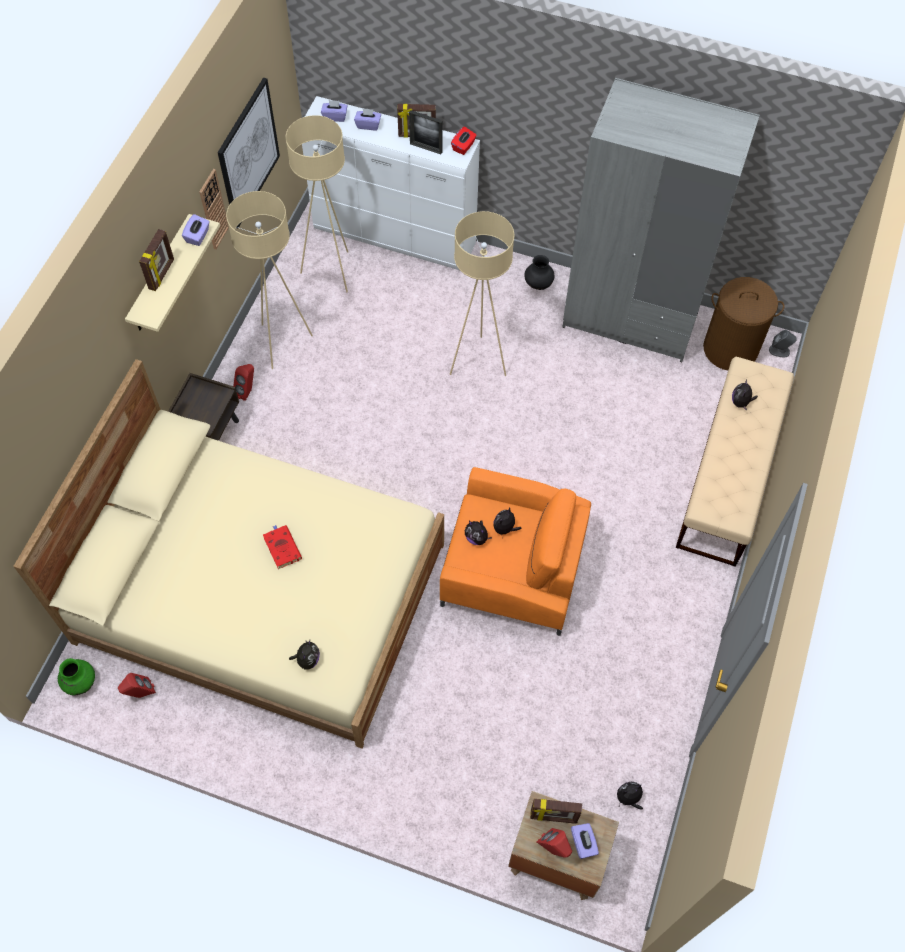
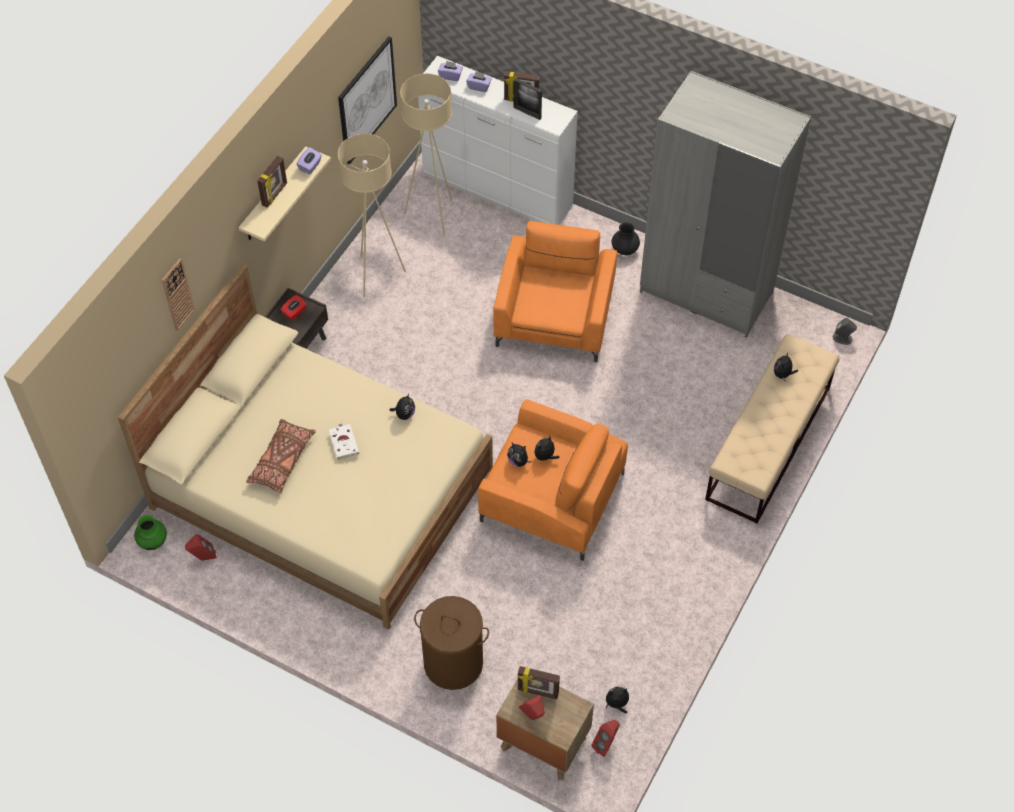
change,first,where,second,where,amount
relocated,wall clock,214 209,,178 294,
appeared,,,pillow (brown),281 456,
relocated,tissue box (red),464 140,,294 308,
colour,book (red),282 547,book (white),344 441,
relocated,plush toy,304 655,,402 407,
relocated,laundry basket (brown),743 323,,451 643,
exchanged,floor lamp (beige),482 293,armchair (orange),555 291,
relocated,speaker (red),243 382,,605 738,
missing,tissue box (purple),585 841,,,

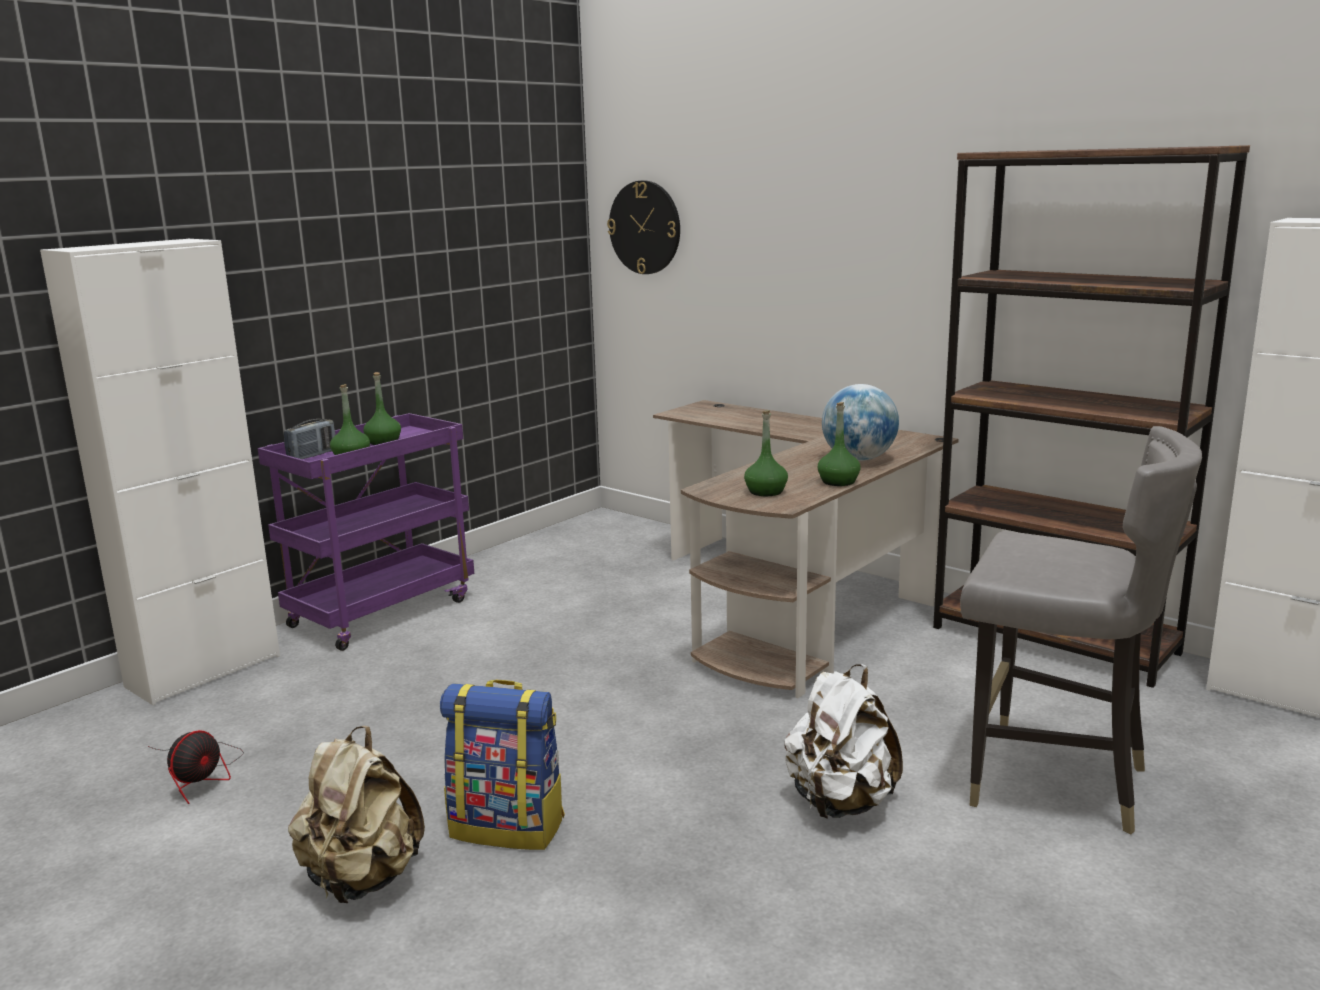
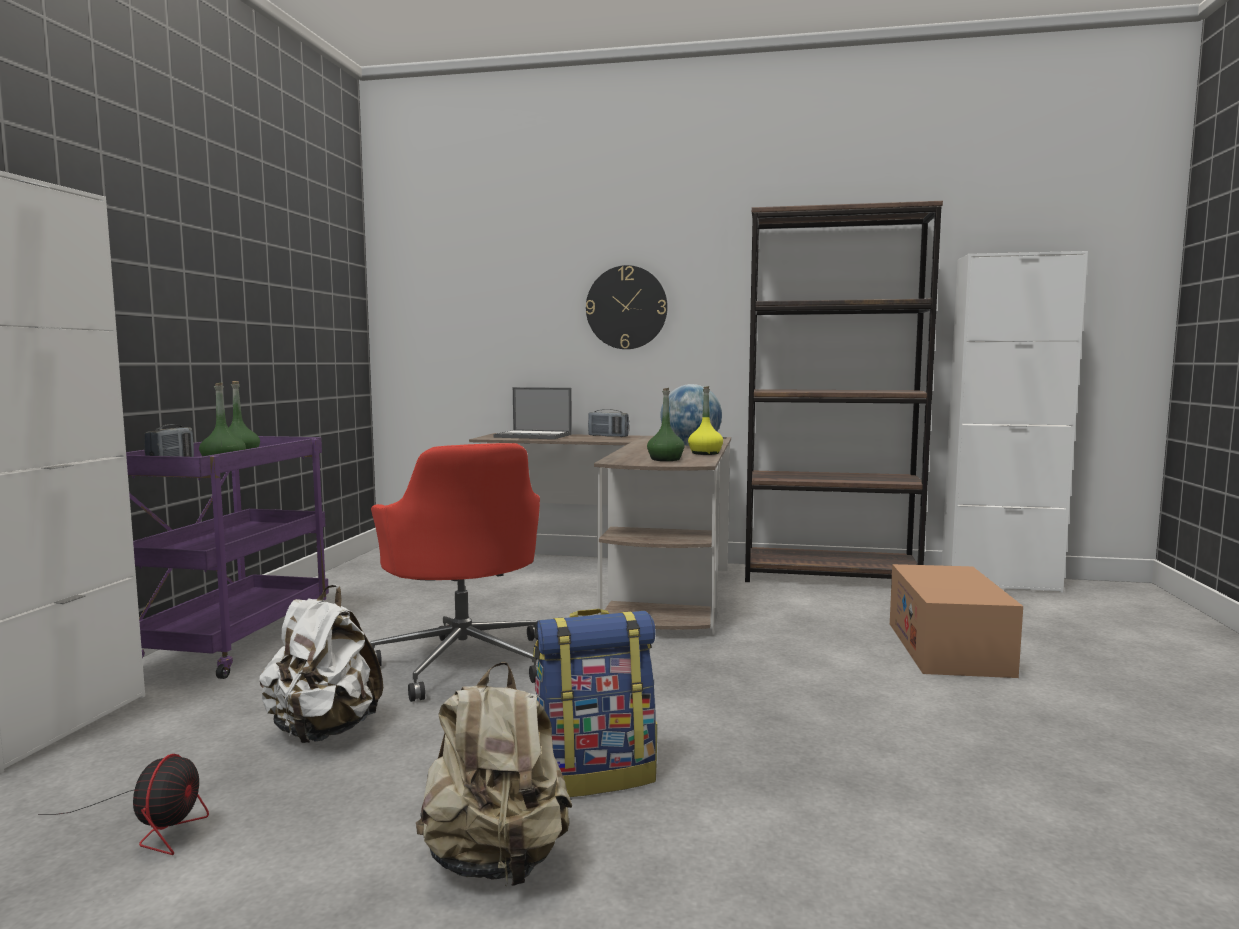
change,first,where,second,where,amount
relocated,backpack (white),843 741,,321 664,
appeared,,,office chair (red),455 572,
appeared,,,laptop,532 413,
relocated,wall clock,643 227,,627 307,
appeared,,,radio,608 423,
colour,bottle (green),838 444,bottle (yellow),705 420,
exchanged,chair (grey),1081 630,cardboard box,956 621,

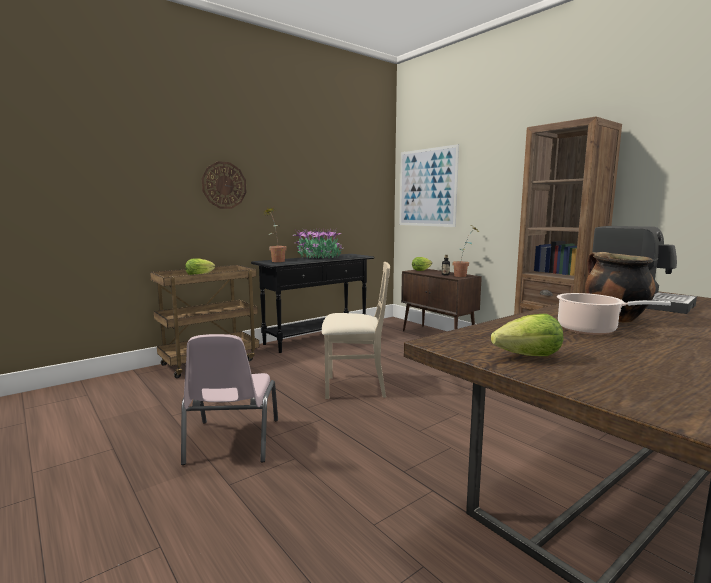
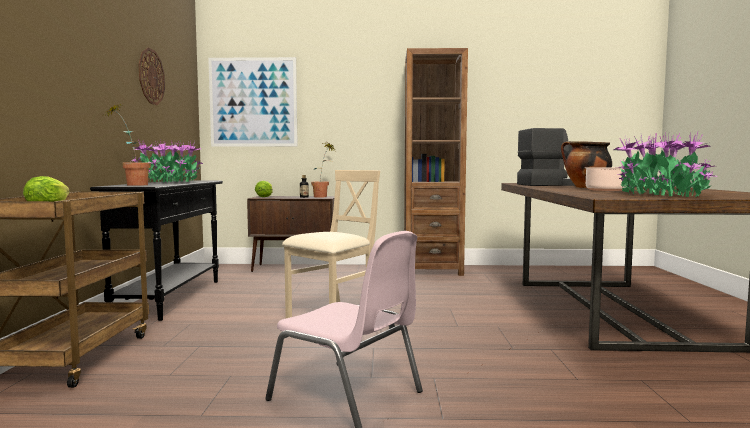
change,first,where,second,where,amount
relocated,wall clock,224 185,,152 76,
exchanged,lettuce,527 335,potted plant,665 164,

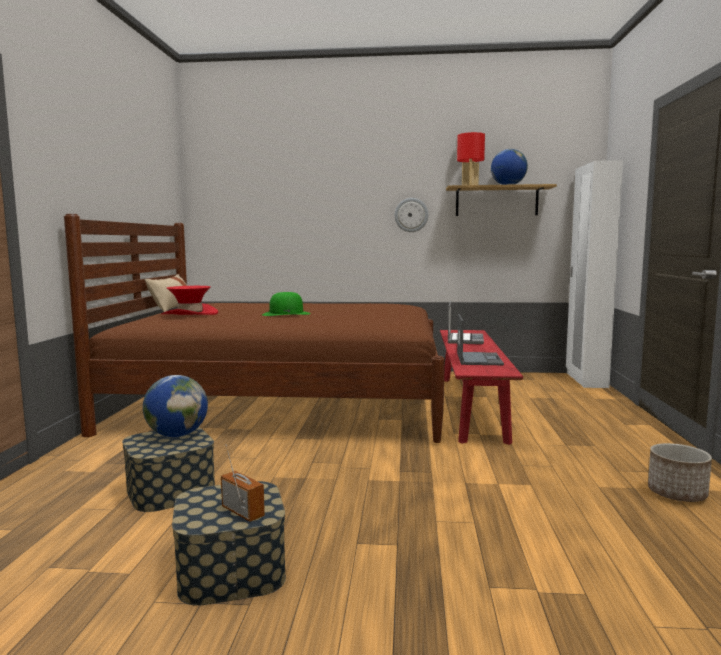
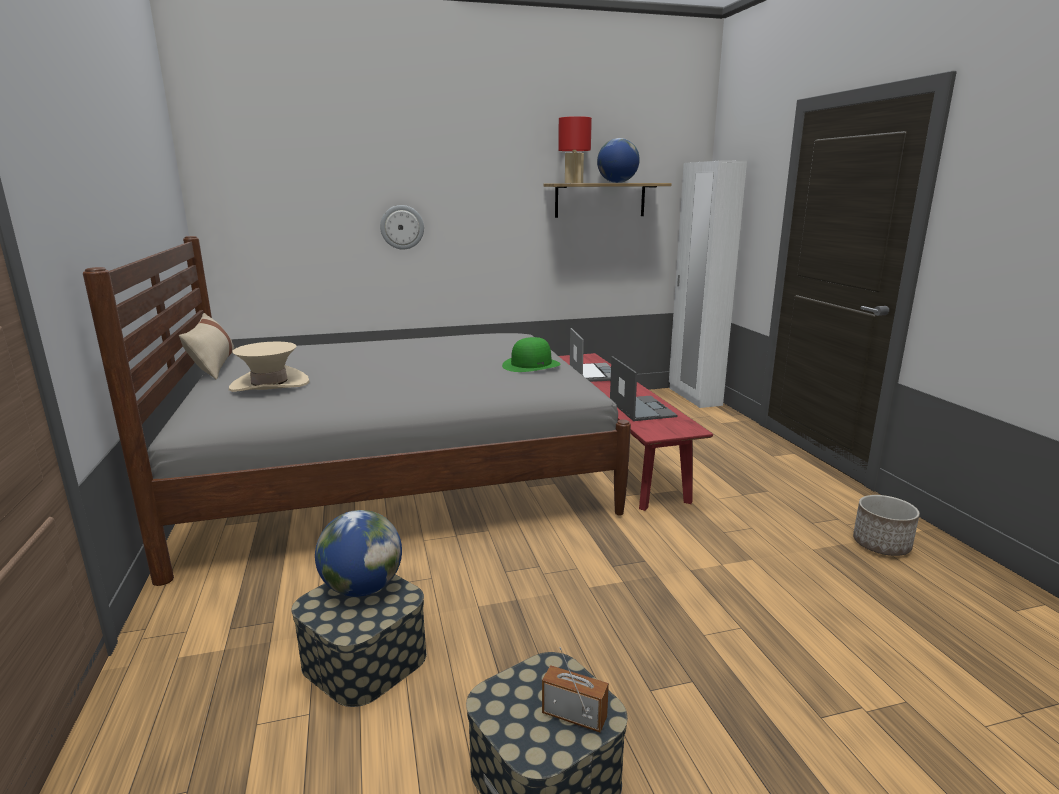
change,first,where,second,where,amount
colour,bed (brown),254 328,bed (grey),357 411,
colour,hat (red),190 300,hat (beige),269 367,
relocated,wall clock,411 215,,402 227,
relocated,hat (green),286 304,,531 354,

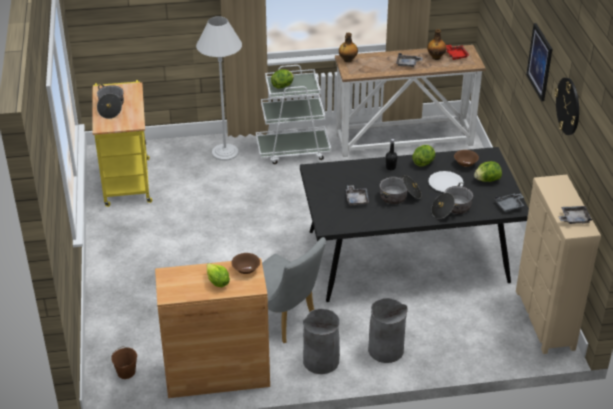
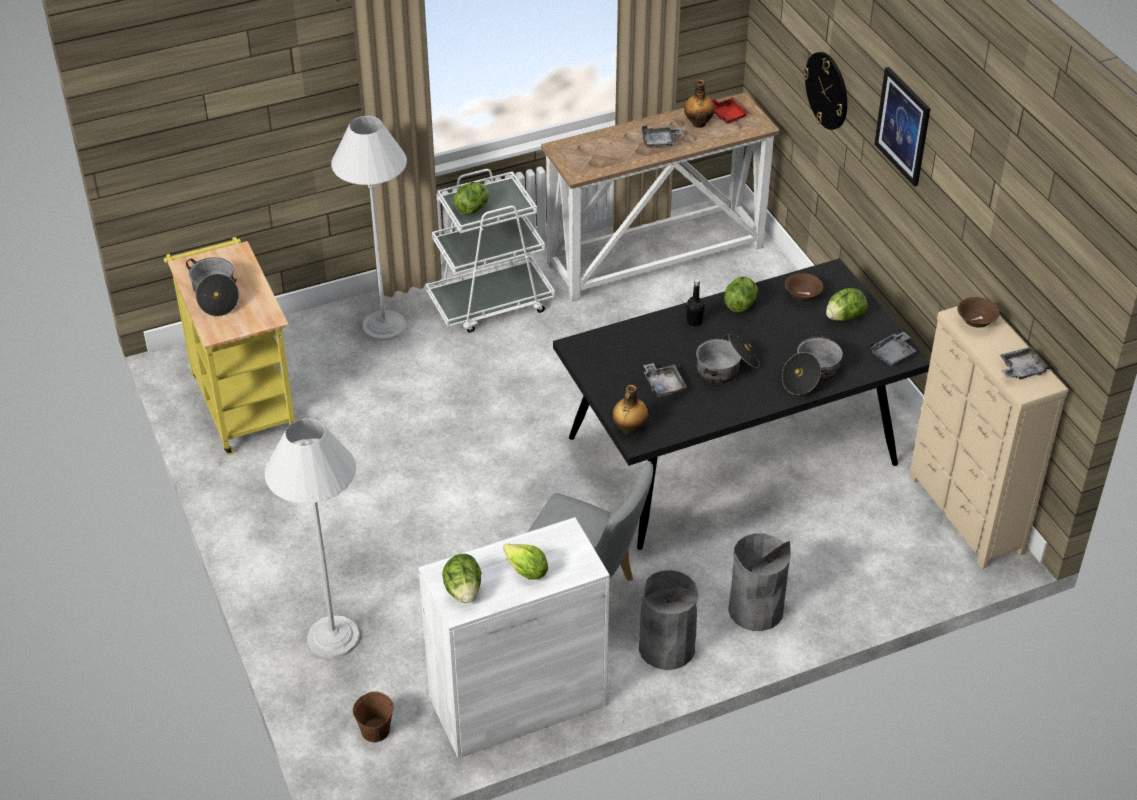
change,first,where,second,where,amount
appeared,,,floor lamp (white),312 538,
colour,cabinet (brown),212 328,cabinet (white),514 638,
appeared,,,lettuce,461 578,
relocated,bottle,348 47,,630 409,
relocated,wall clock,567 106,,825 91,
relocated,bowl (brown),245 263,,978 312,
missing,plate (white),445 181,,,

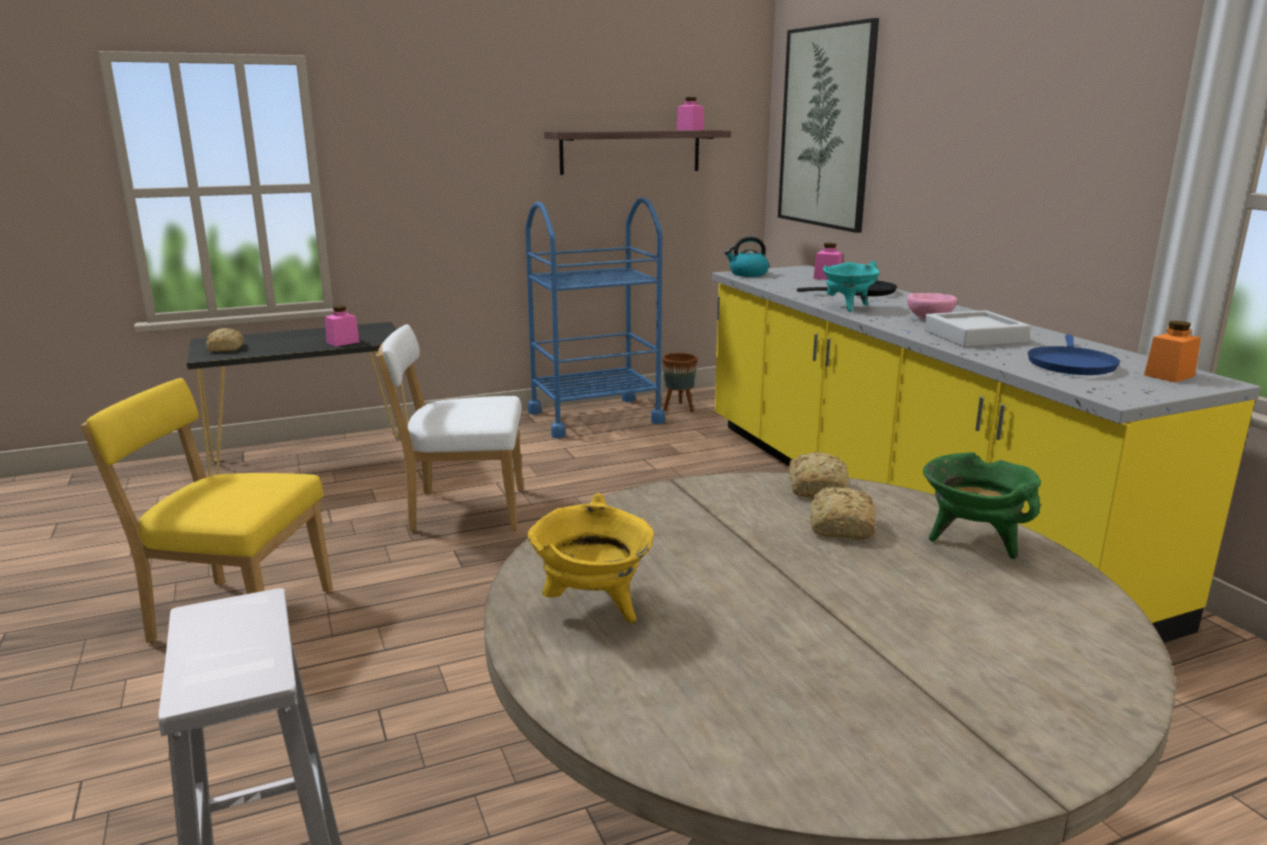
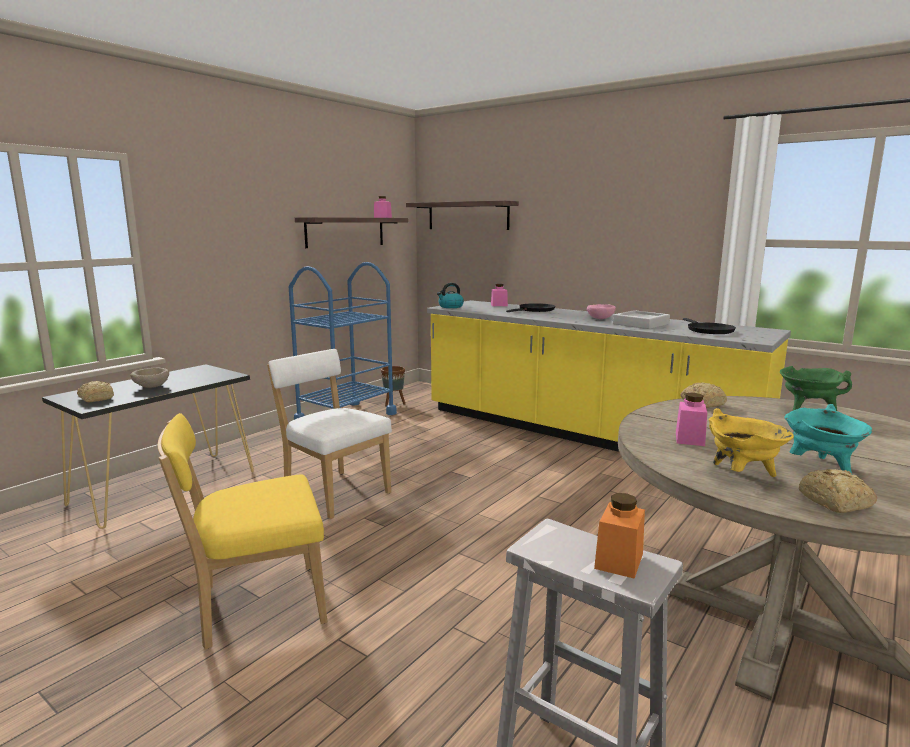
change,first,where,second,where,amount
appeared,,,bowl (beige),150 378,
spun,chair (white),449 428,,329 434,75 degrees clockwise
exchanged,picture,828 125,shelf,462 215,
relocated,jar (orange),1172 352,,619 536,
relocated,jar (pink),342 326,,691 419,
colour,frying pan (blue),1074 355,frying pan (black),709 326,
relocated,cooking pot (turquoise),851 286,,828 438,
relocated,bread,843 513,,838 491,

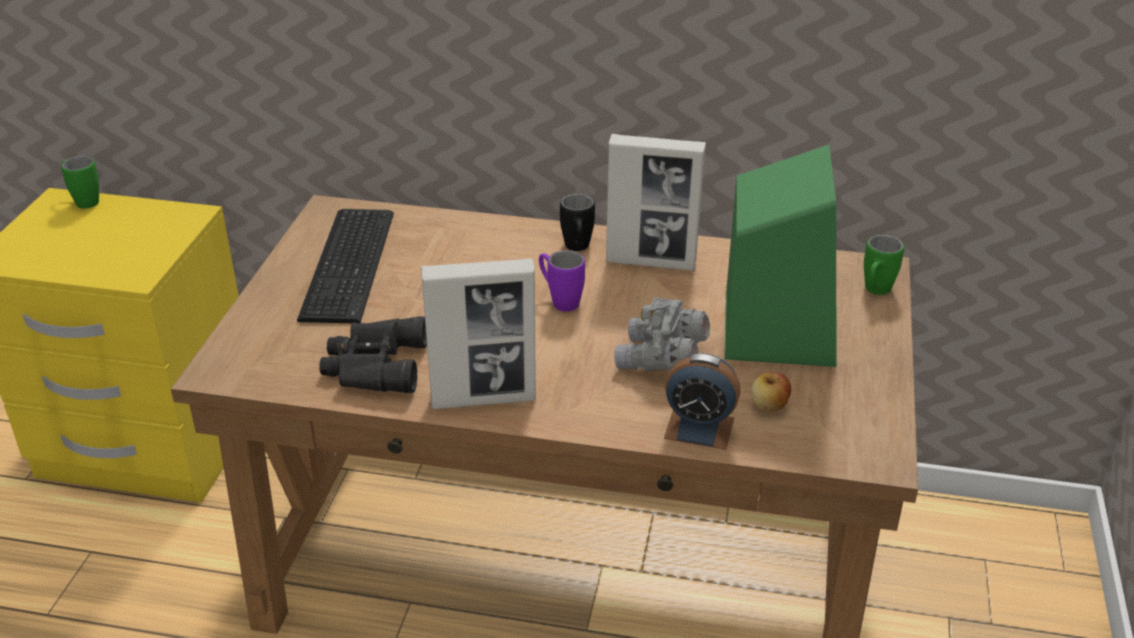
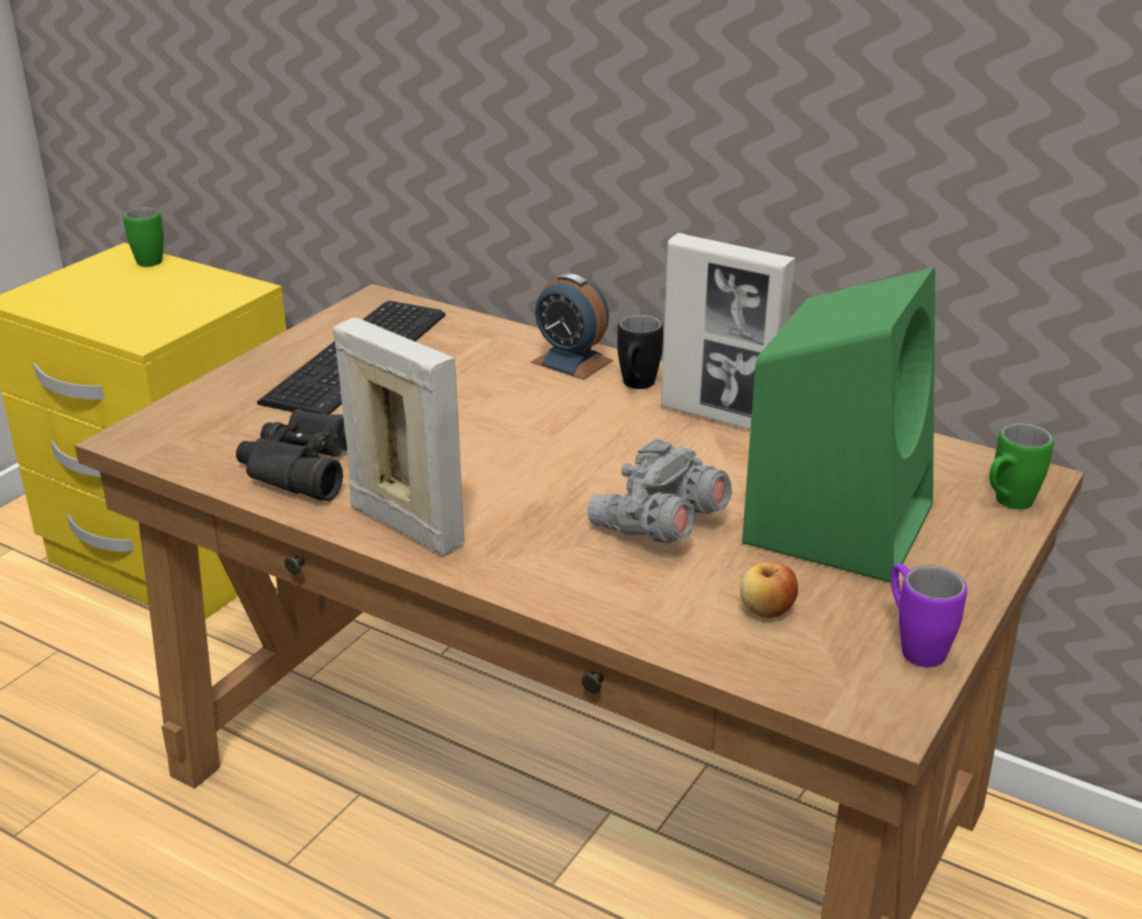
change,first,where,second,where,amount
spun,picture frame,478 333,,398 437,150 degrees counterclockwise
relocated,alarm clock,702 401,,572 326,
relocated,mug (purple),562 281,,929 615,

